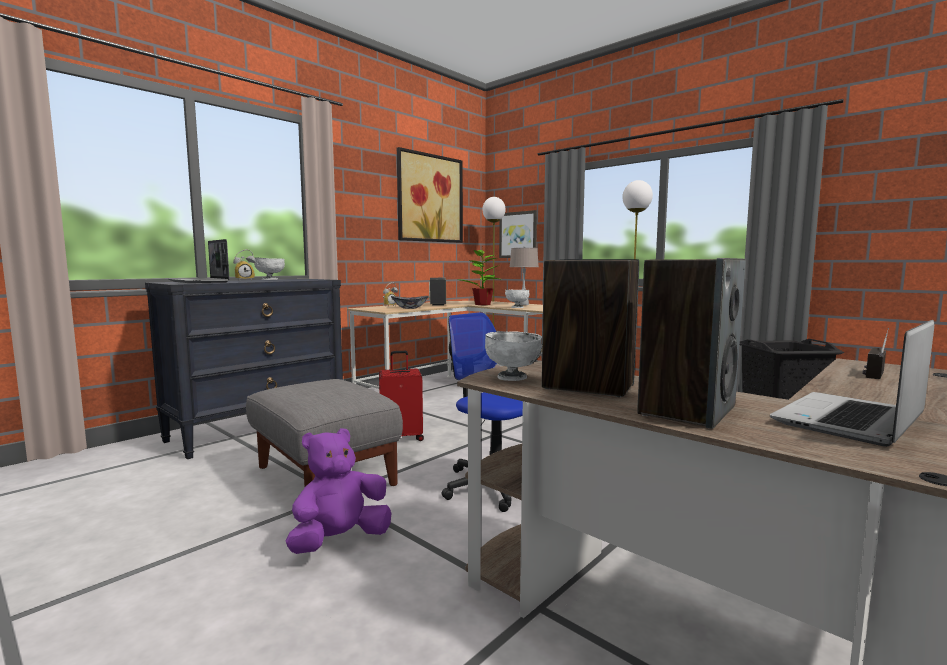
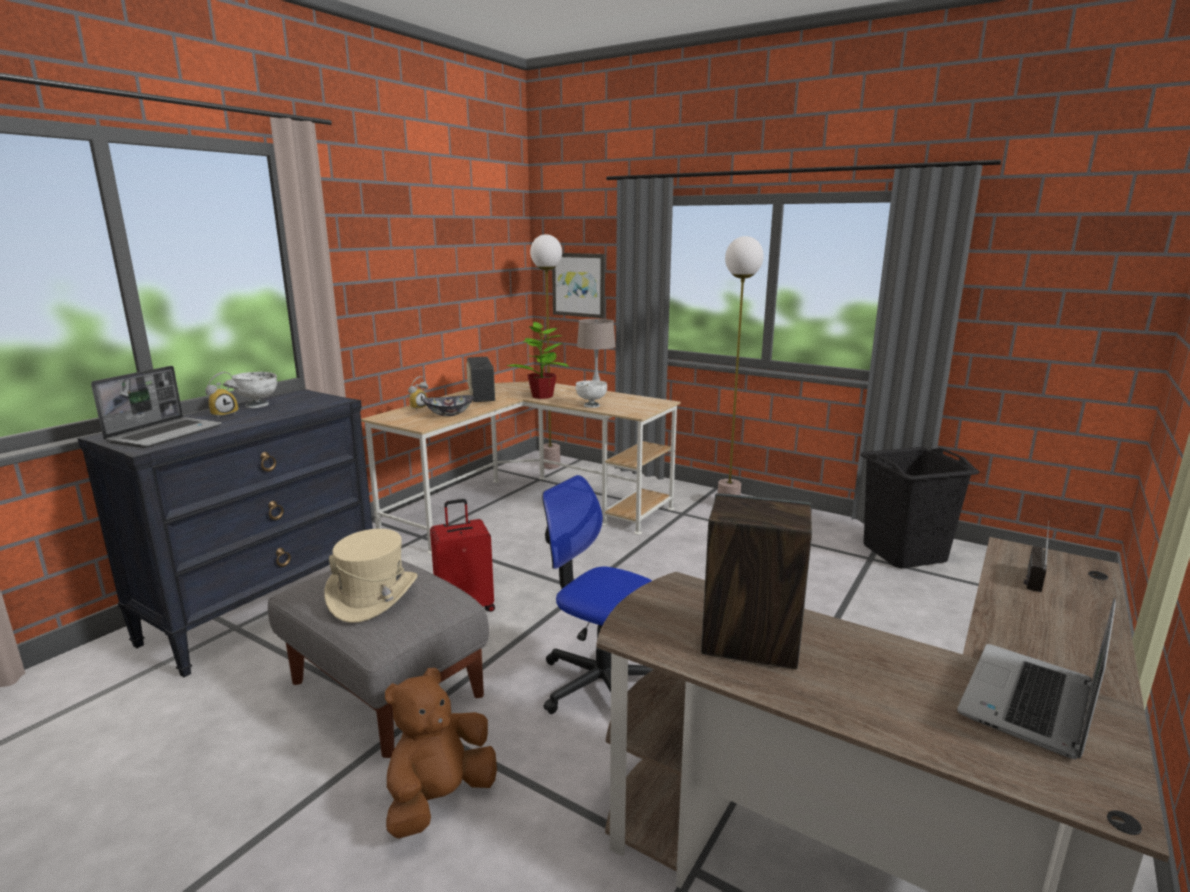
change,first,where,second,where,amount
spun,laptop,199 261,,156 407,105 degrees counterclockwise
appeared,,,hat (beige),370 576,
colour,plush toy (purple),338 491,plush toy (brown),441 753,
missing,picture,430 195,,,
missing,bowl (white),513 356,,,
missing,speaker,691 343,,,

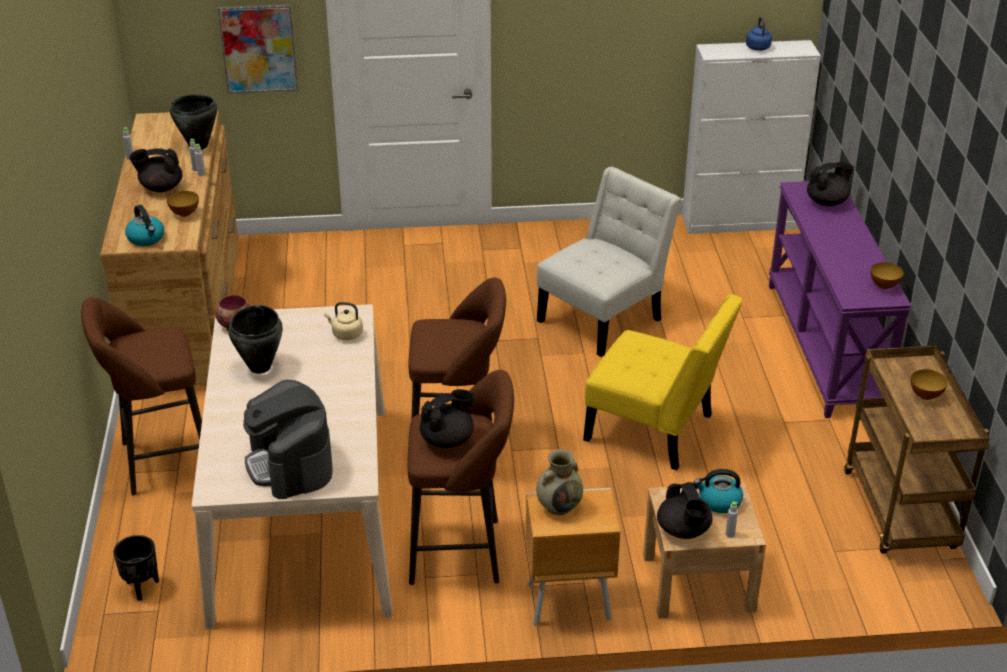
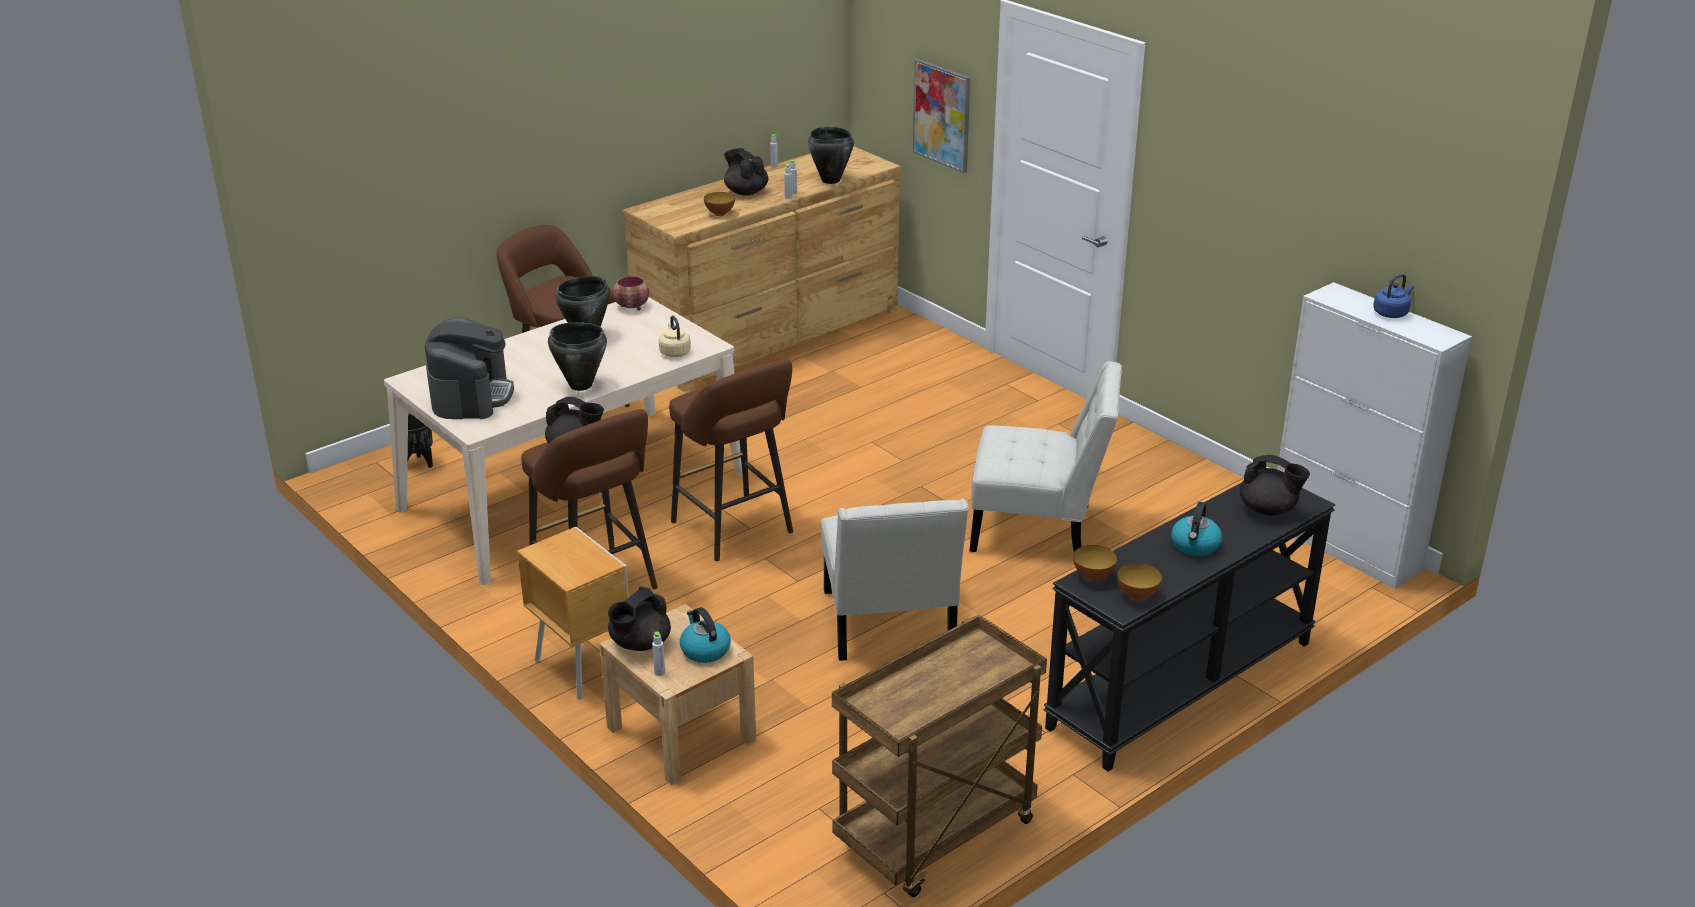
change,first,where,second,where,amount
spun,coffee machine,288 439,,469 368,150 degrees clockwise
appeared,,,cooking pot (black),577 356,
colour,chair (yellow),663 382,chair (white),895 580,
colour,console table (purple),840 299,console table (black),1189 626,
relocated,bowl,929 384,,1095 563,
relocated,kettle,144 225,,1196 529,
missing,vase (beige),559 482,,,

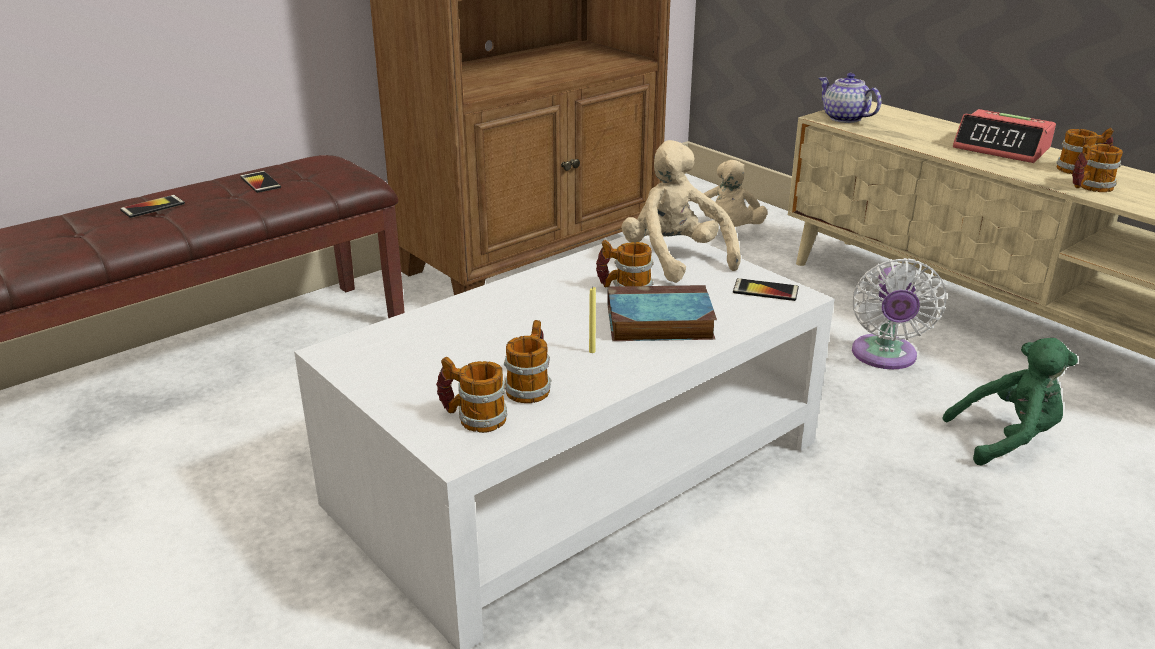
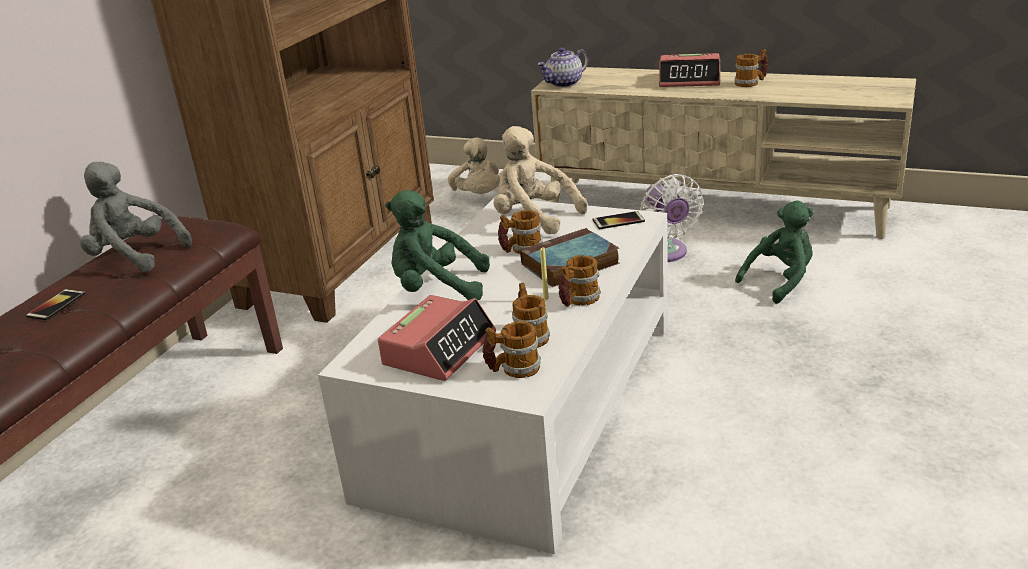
change,first,where,second,where,amount
exchanged,phone,260 182,plush toy (grey),136 217,
appeared,,,alarm clock,437 338,
appeared,,,plush toy (green),437 245,
spun,teapot,850 98,,562 67,60 degrees counterclockwise
relocated,mug,1097 168,,579 281,

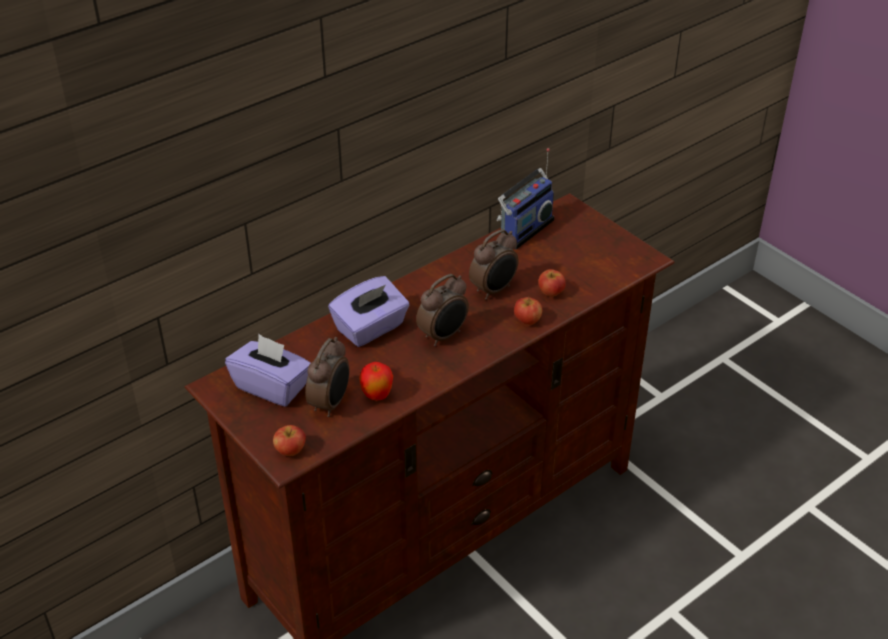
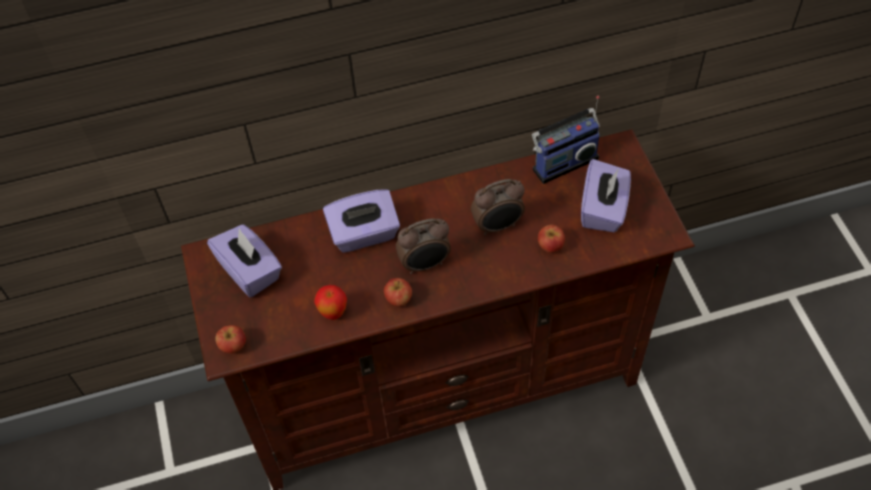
change,first,where,second,where,amount
relocated,apple,528 311,,398 292,
appeared,,,tissue box (purple),606 195,
missing,alarm clock,327 377,,,

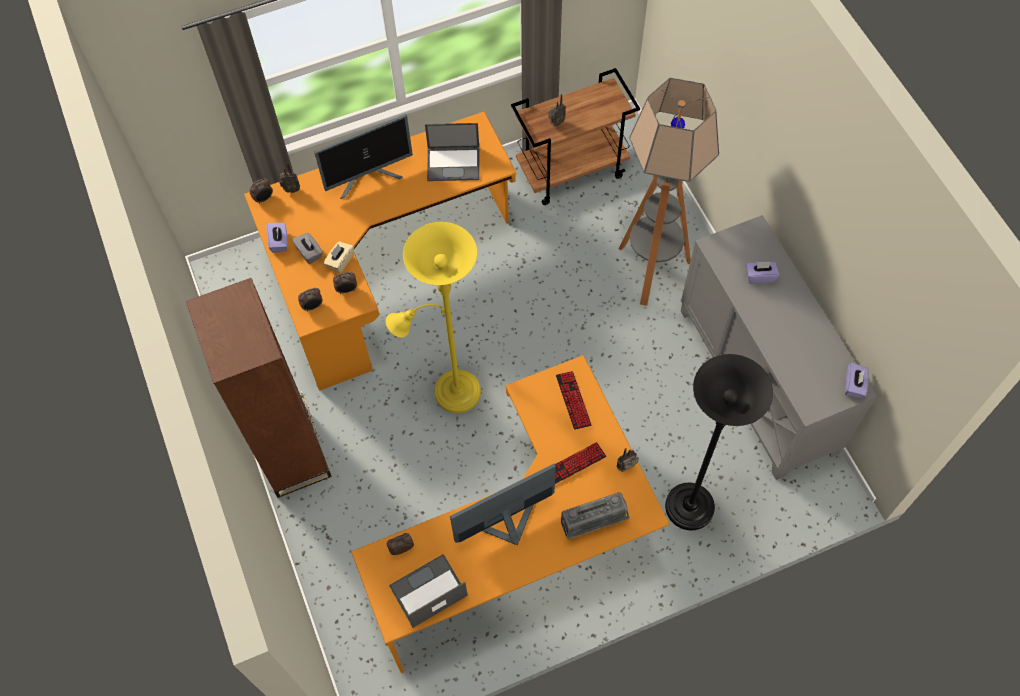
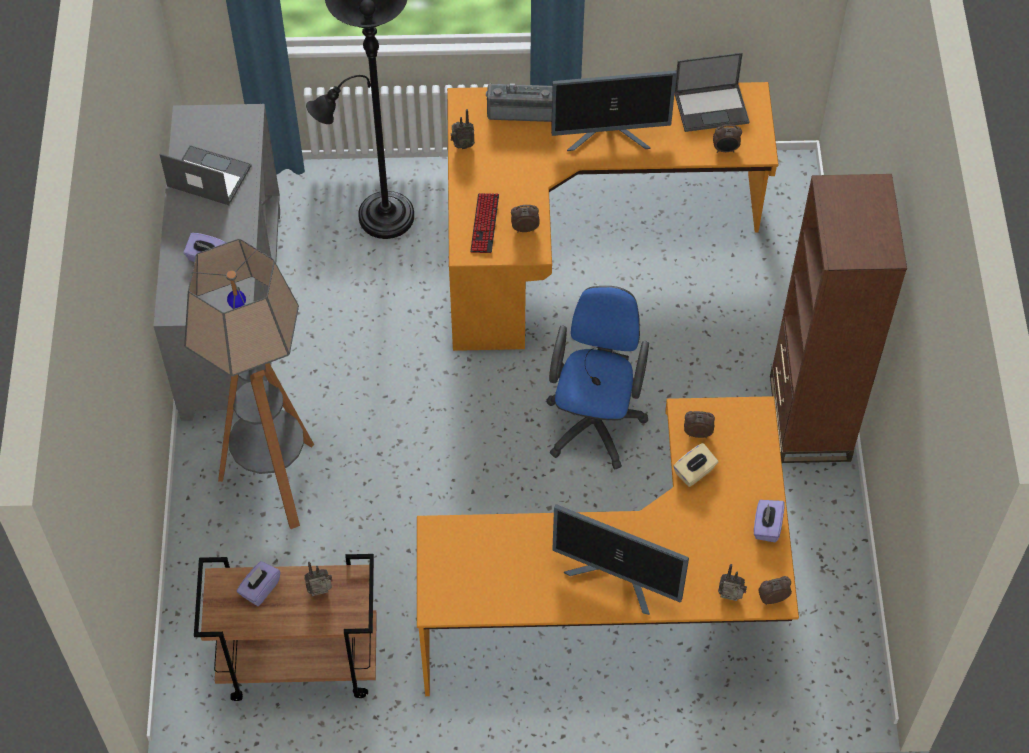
change,first,where,second,where,amount
relocated,laptop,452 152,,206 175,
relocated,tissue box (purple),857 380,,258 583,
relocated,alarm clock,310 300,,525 218,
exchanged,floor lamp (yellow),433 317,office chair (blue),597 377,
spun,monitor,363 156,,620 559,150 degrees counterclockwise
missing,tissue box (grey),307 248,,,
missing,keyboard,580 463,,,

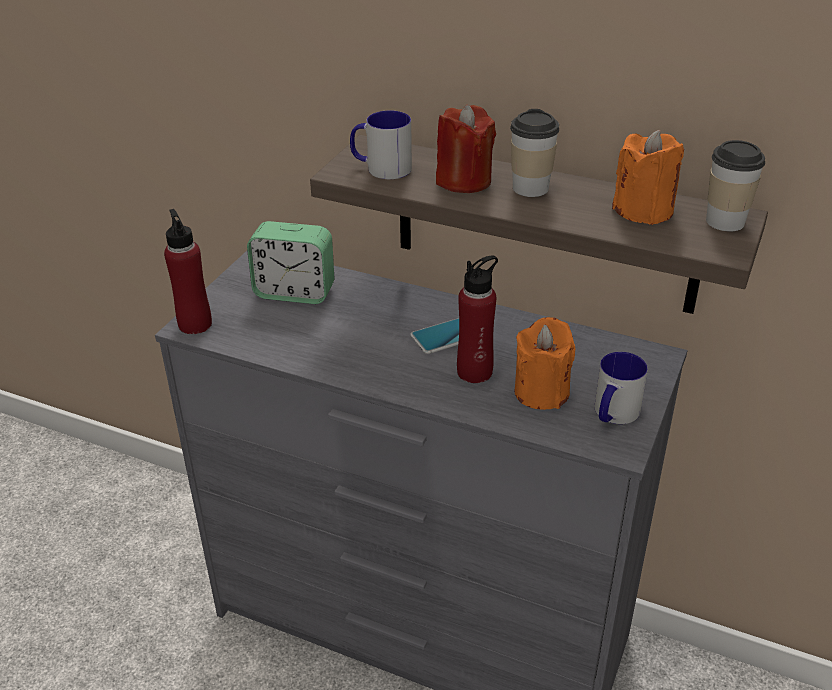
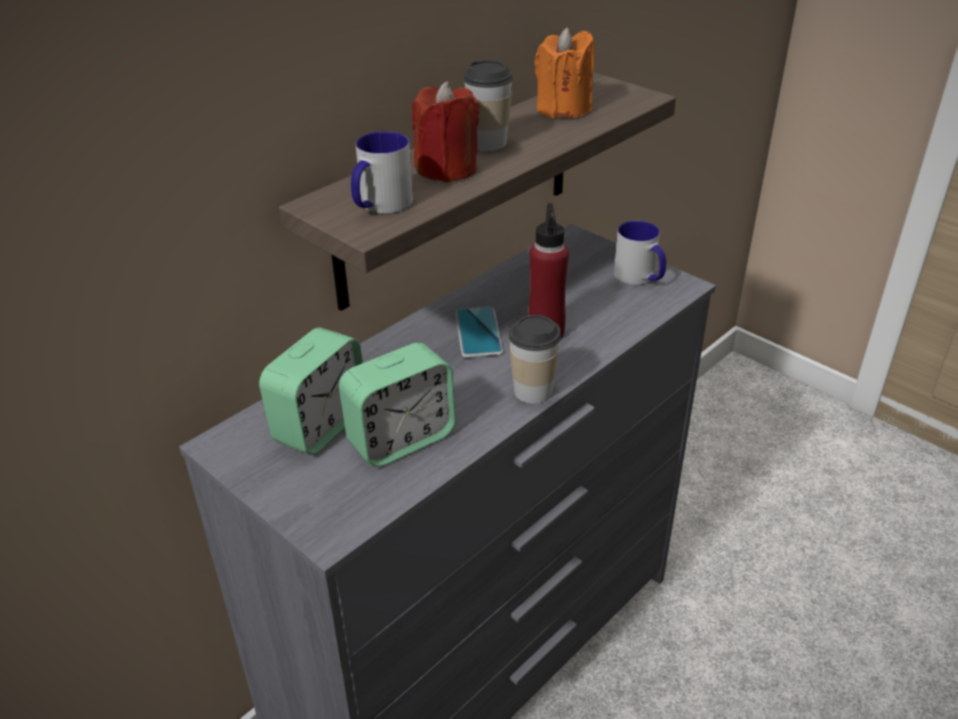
change,first,where,second,where,amount
appeared,,,alarm clock,397 405,
relocated,cup,735 185,,535 359,
missing,bottle (red),188 271,,,
missing,candle (orange),545 363,,,

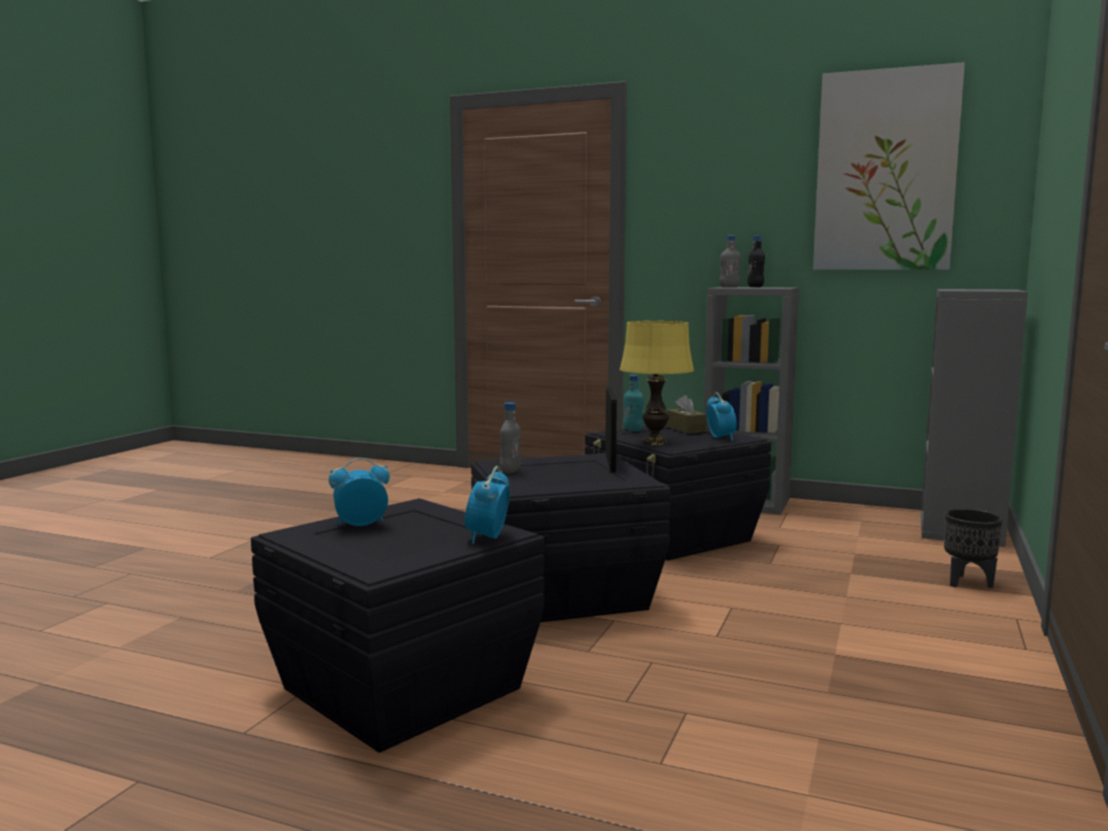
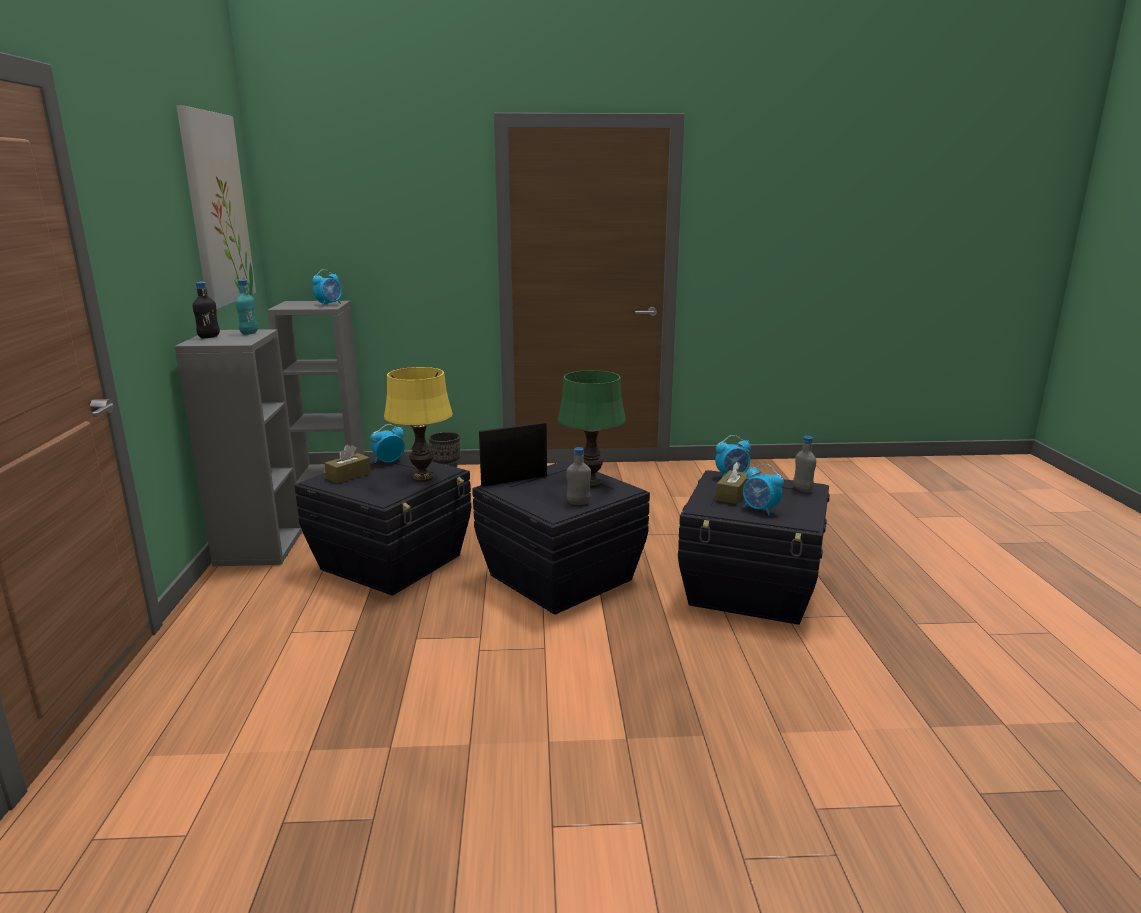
change,first,where,second,where,amount
relocated,bottle (turquoise),633 403,,247 307,
appeared,,,alarm clock,327 287,
appeared,,,table lamp (green),591 428,
appeared,,,tissue box (brown),732 483,
relocated,bottle (grey),730 261,,804 464,

